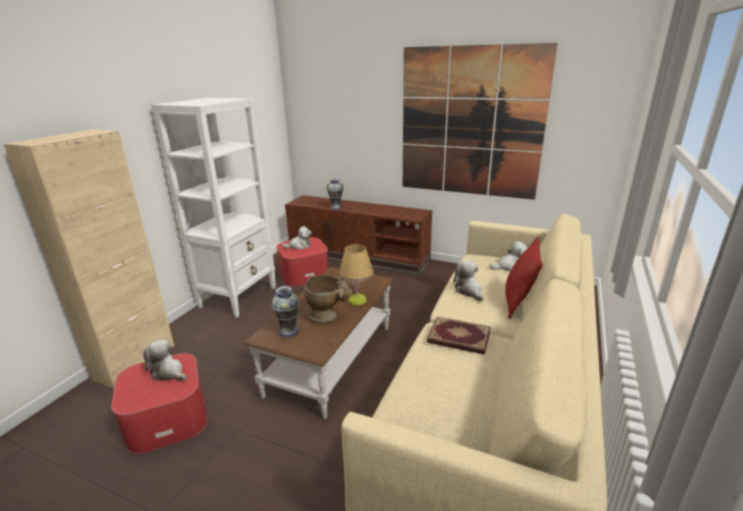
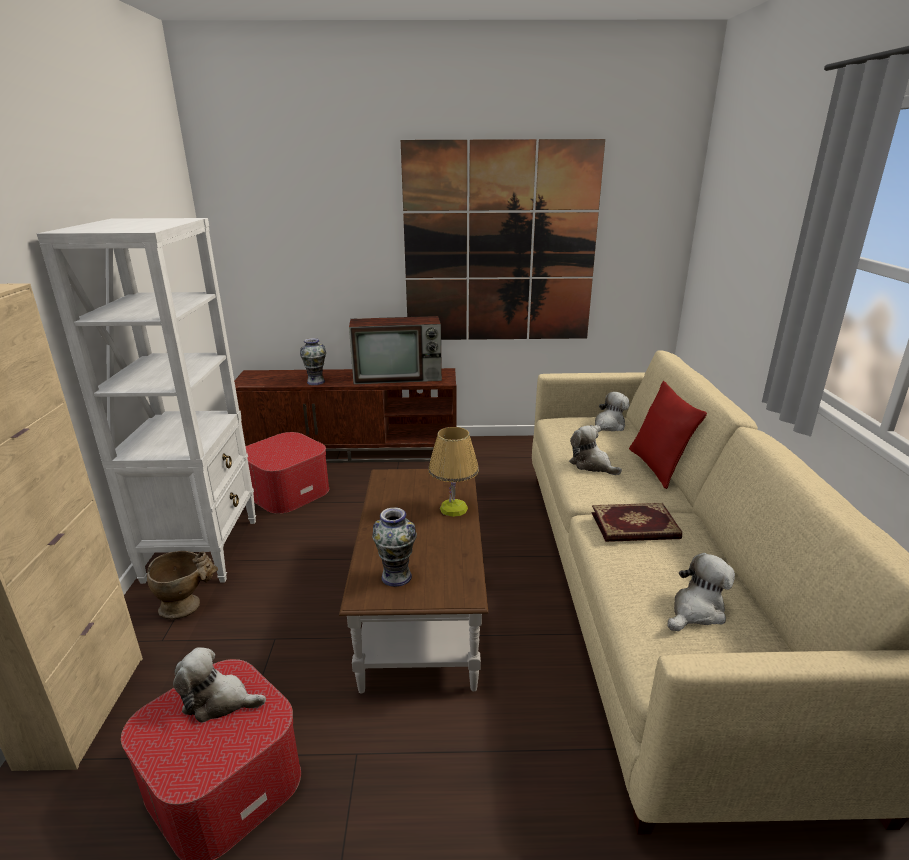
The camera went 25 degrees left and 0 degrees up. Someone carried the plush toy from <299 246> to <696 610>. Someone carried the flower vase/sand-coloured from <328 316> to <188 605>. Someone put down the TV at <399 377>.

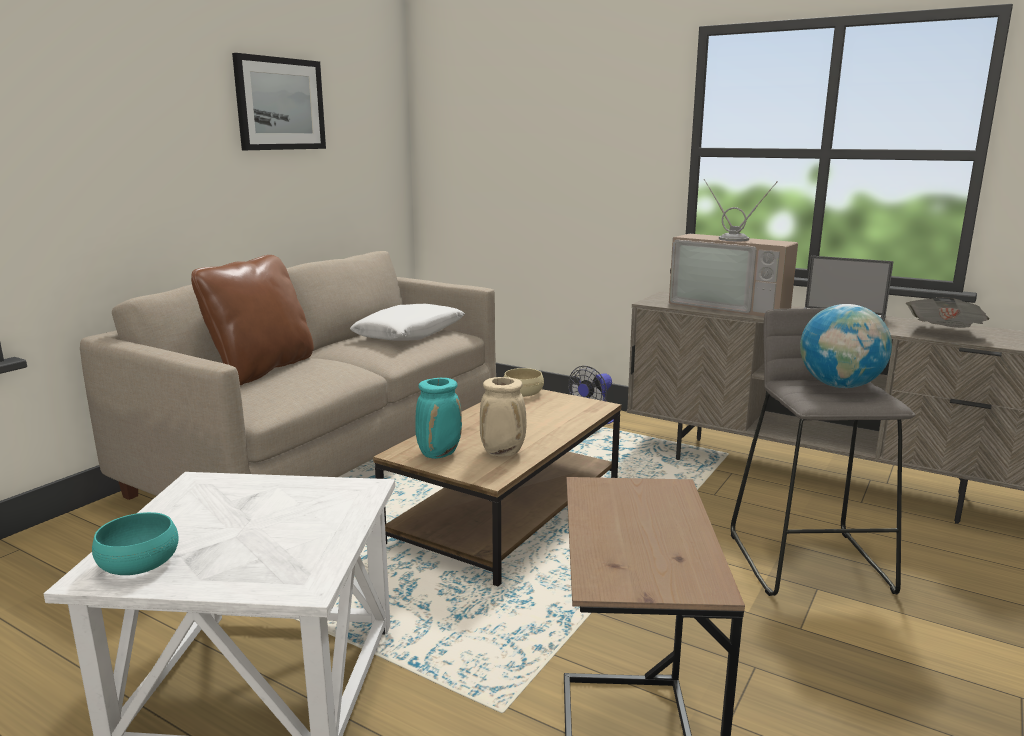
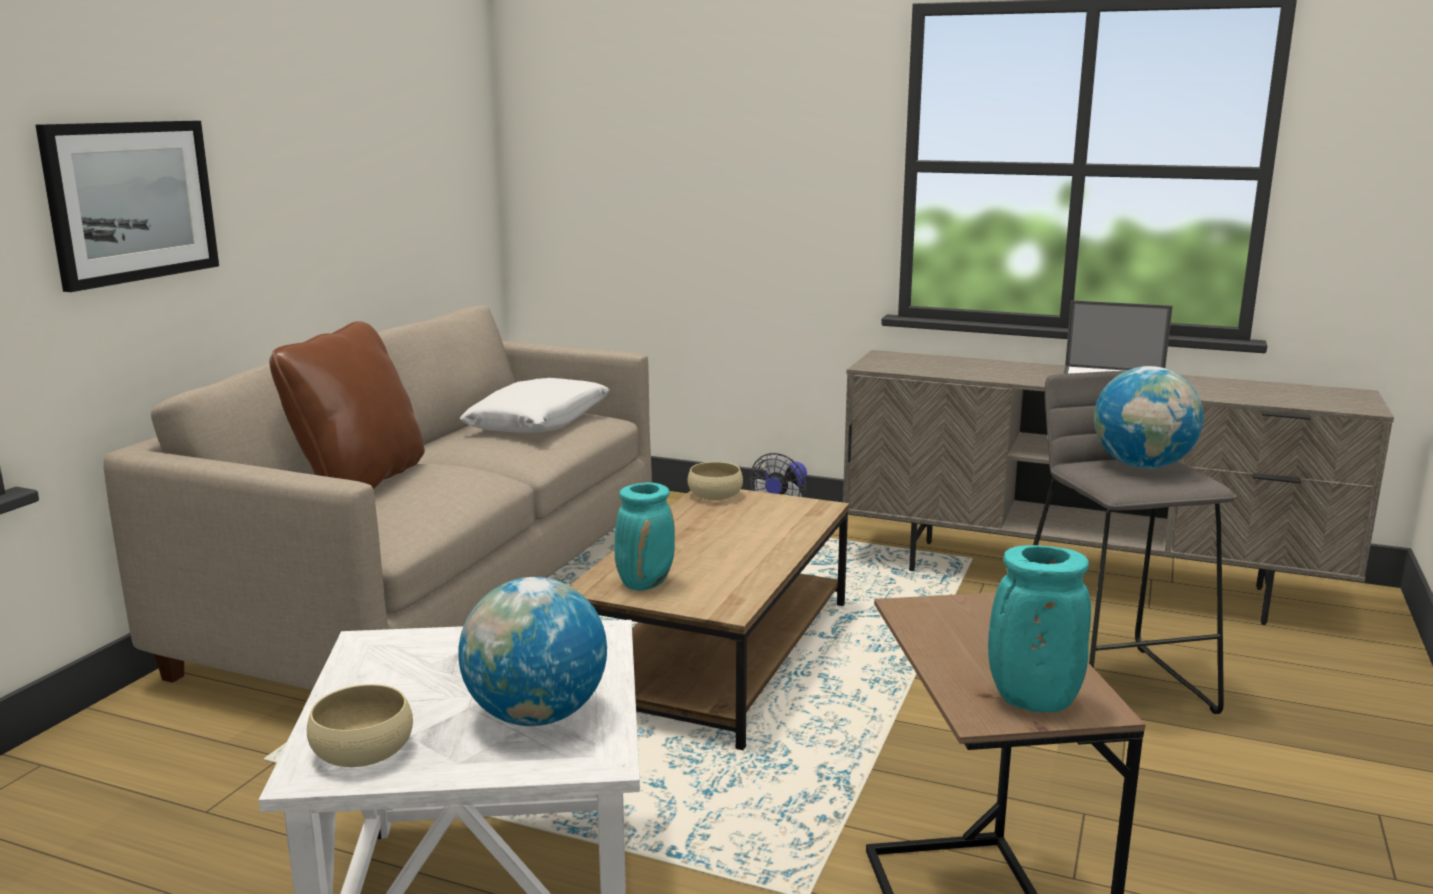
The camera went 10 degrees left and 0 degrees up. Someone carried the wall picture from <280 104> to <131 201>. Someone took away the TV at <732 306>. Someone took away the daily paper at <944 333>. Someone took away the flower vase/sand-coloured at <504 453>. Someone repainted the serving bowl/turquoise-coloured at <139 563>, which became the serving bowl/sand-coloured at <363 751>. Someone put down the flower vase/turquoise-coloured at <1031 702>. Someone put down the desk globe at <536 715>.

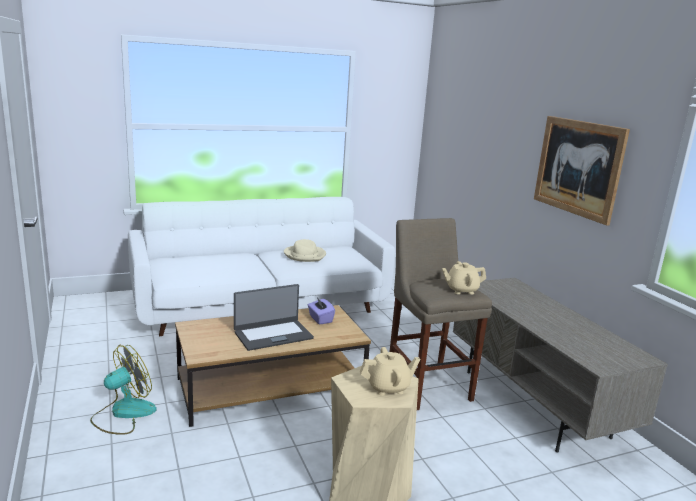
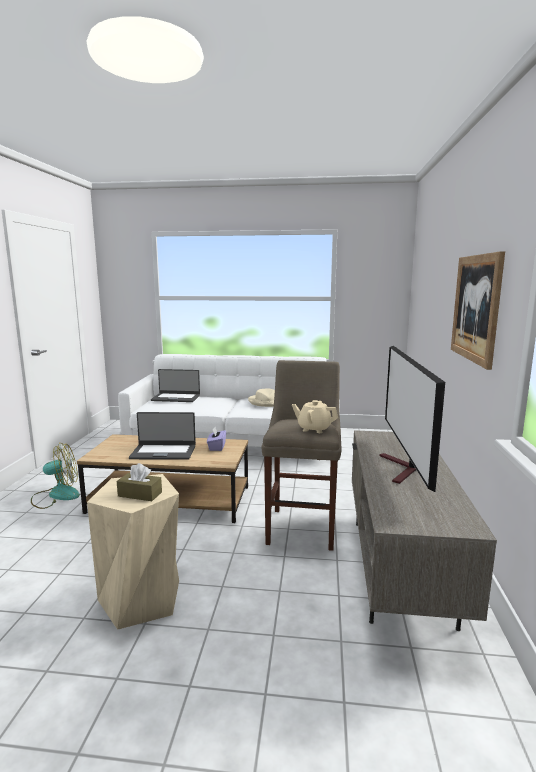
The camera went 30 degrees right and 5 degrees down. Someone swapped the tea pot/sand-coloured at <388 387> for the tissue holder/brown-coloured at <140 494>. Someone put down the TV at <403 469>. Someone put down the laptop at <176 398>.

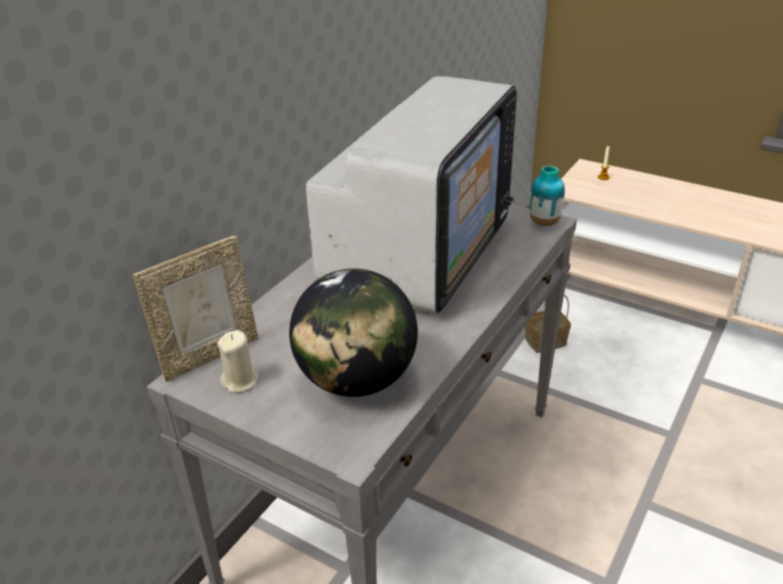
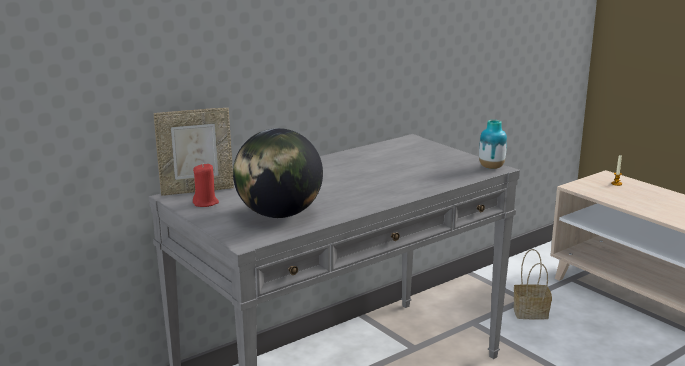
The camera went 20 degrees right and 15 degrees down. Someone took away the TV at <418 256>. Someone repainted the wax light/sand-coloured at <240 381>, which became the wax light/reddish at <205 203>.

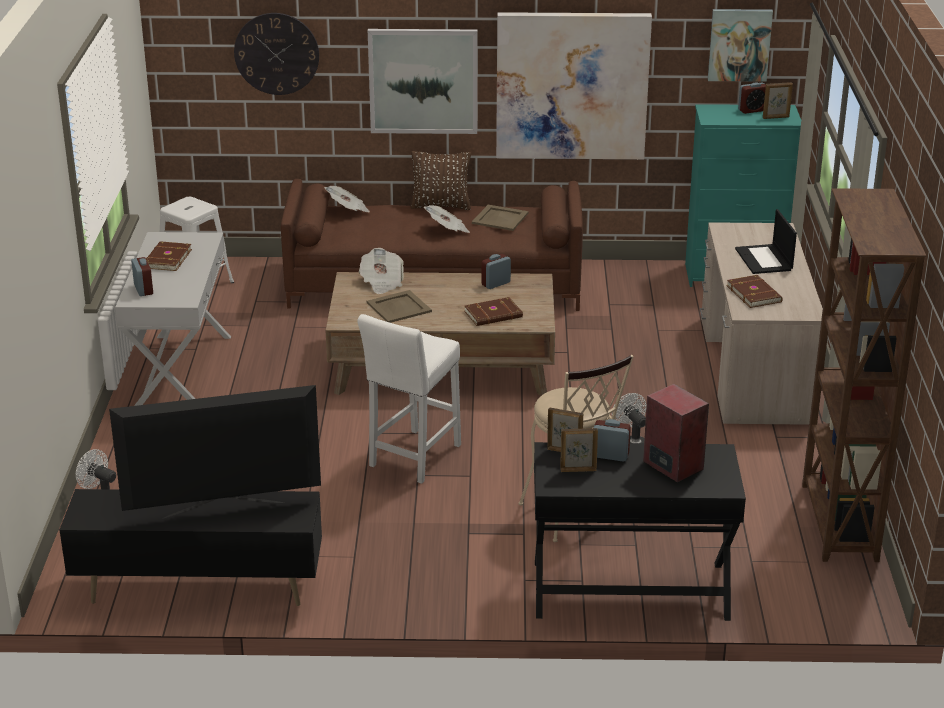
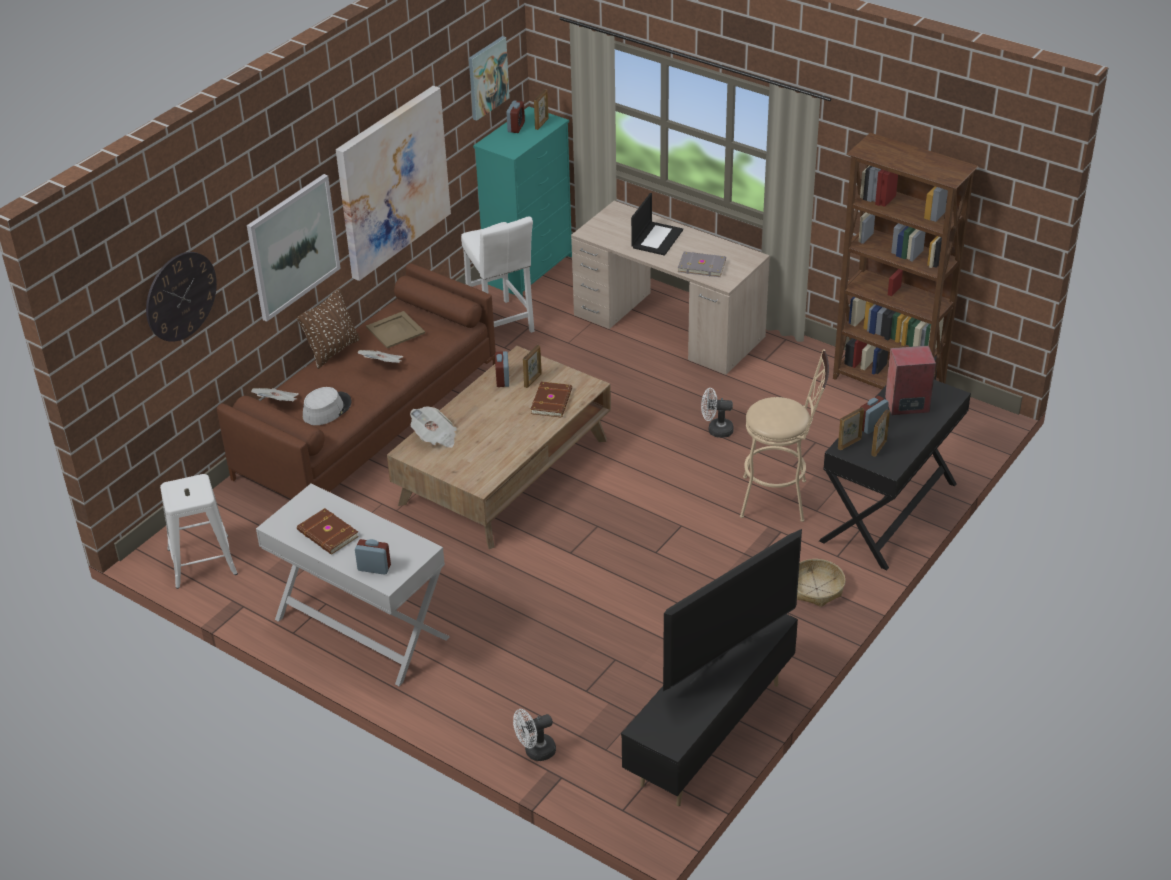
The camera went 55 degrees left and 10 degrees up. Someone rotated the laptop at <764 260> by 90 degrees counterclockwise. Someone repainted the book/brown-coloured at <754 293>, which became the book/greyish at <701 266>. Someone took away the serving tray/sand-coloured at <399 307>. Someone carried the stool seat/white-coloured from <413 458> to <501 324>. Someone rotated the TV at <223 511> by 150 degrees counterclockwise. Someone put down the picture frame at <533 380>. Someone put down the wearable hat/greyish at <326 409>. Someone put down the basket at <816 589>.

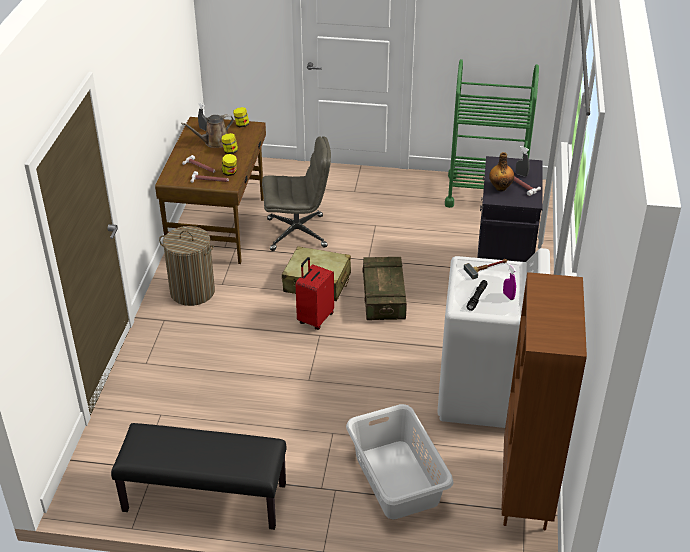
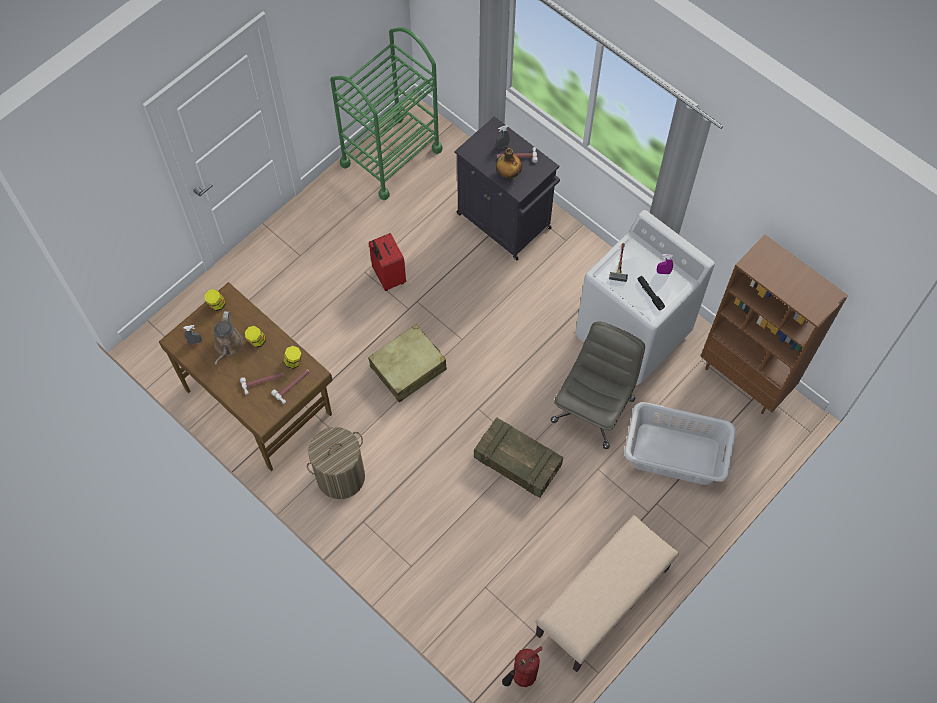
The camera went 55 degrees left and 25 degrees up. Someone carried the desk chair/greyish from <298 233> to <593 409>. Someone carried the suitcase/reddish from <315 318> to <388 277>. Someone carried the shipping crate from <383 298> to <517 463>. Someone repainted the bench/black-coloured at <204 498>, which became the bench/sand-coloured at <603 603>. Someone put down the fire extinguisher at <521 678>.

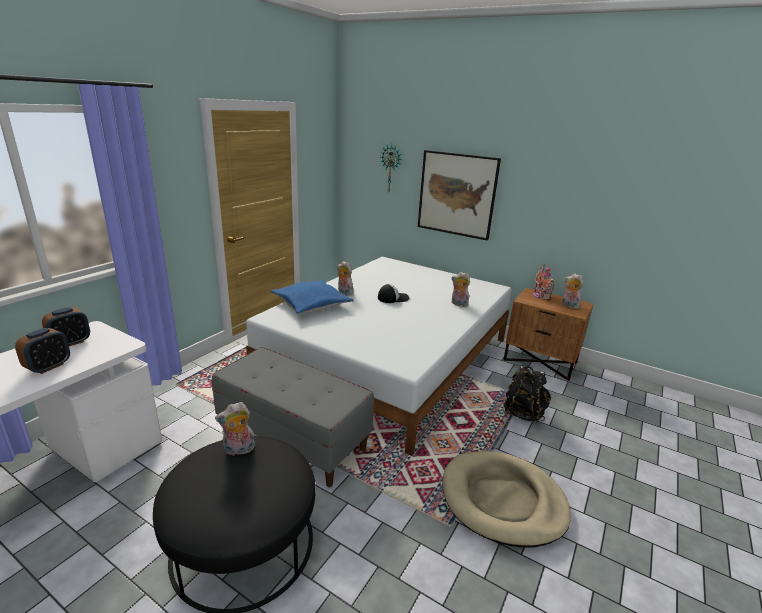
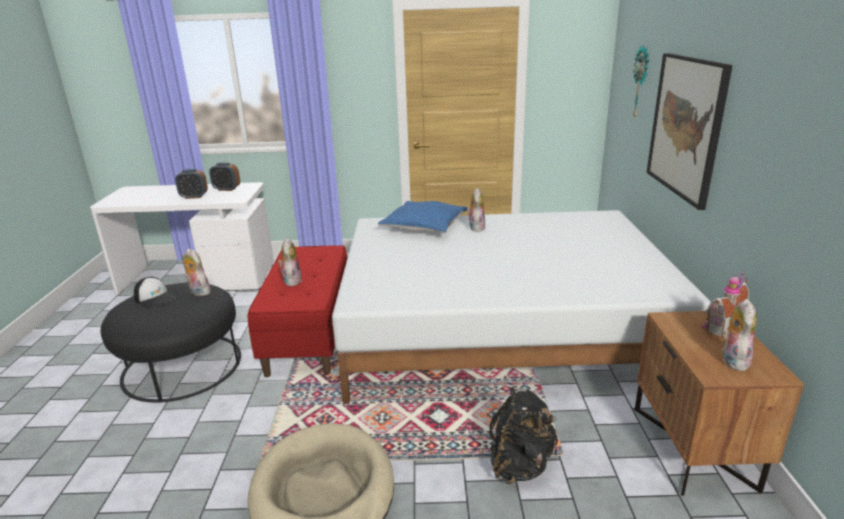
The camera went 60 degrees right and 0 degrees up. Someone carried the plush toy from <458 304> to <291 281>. Someone carried the cap from <393 298> to <155 298>. Someone repainted the bench/greyish at <294 439>, which became the bench/reddish at <310 335>.

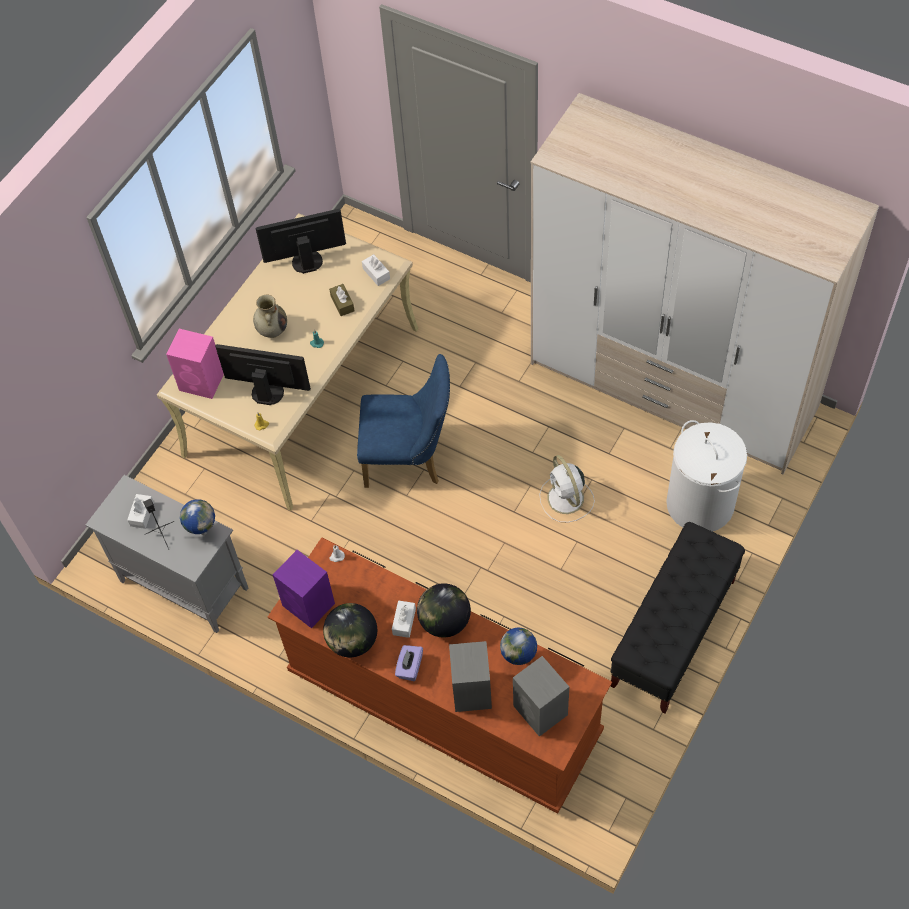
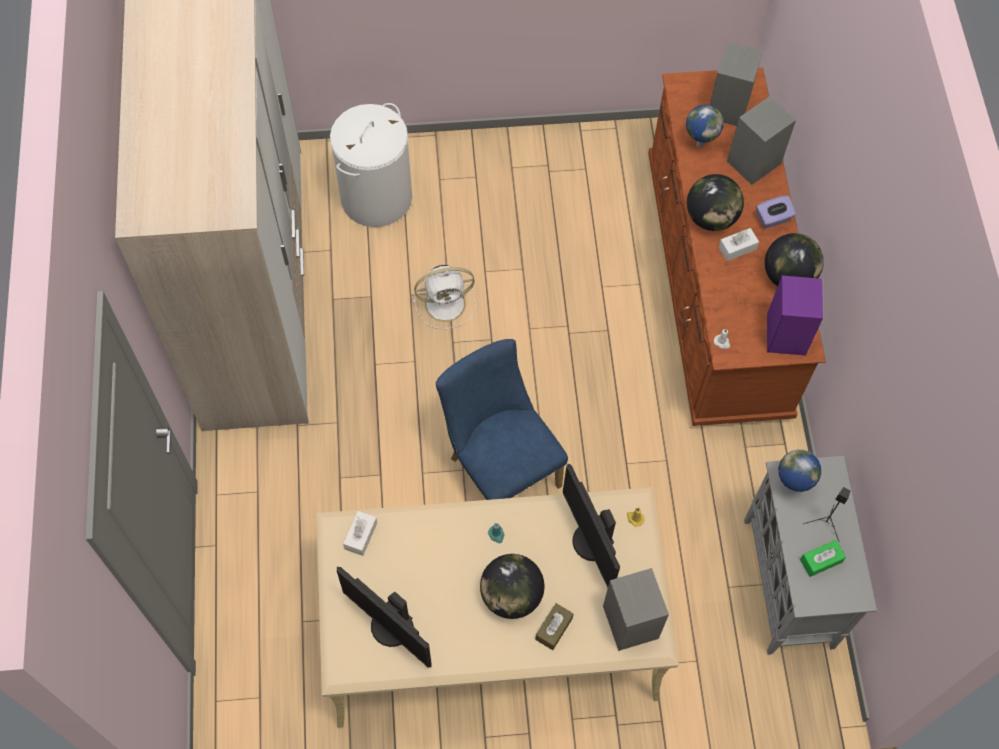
The camera went 130 degrees left and 5 degrees up. Someone carried the tissue holder/brown-coloured from <342 303> to <554 629>. Someone swapped the flower vase/sand-coloured at <272 330> for the desk globe at <511 595>. Someone repainted the audio speaker/pink at <202 382>, which became the audio speaker/greyish at <630 620>. Someone rotated the electric fan/white-coloured at <566 499> by 45 degrees clockwise. Someone repainted the tissue holder/white-coloured at <142 514>, which became the tissue holder/green-coloured at <821 561>. Someone took away the bench/black-coloured at <673 633>.

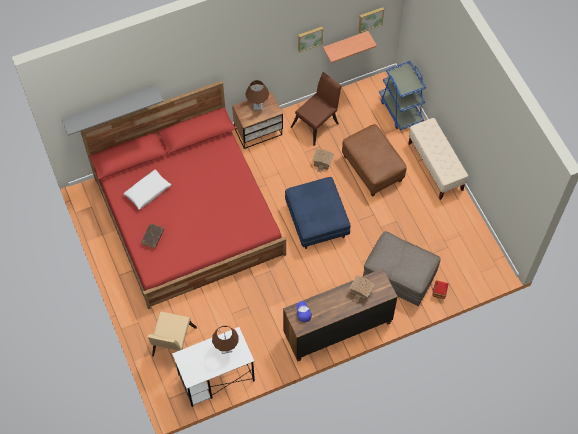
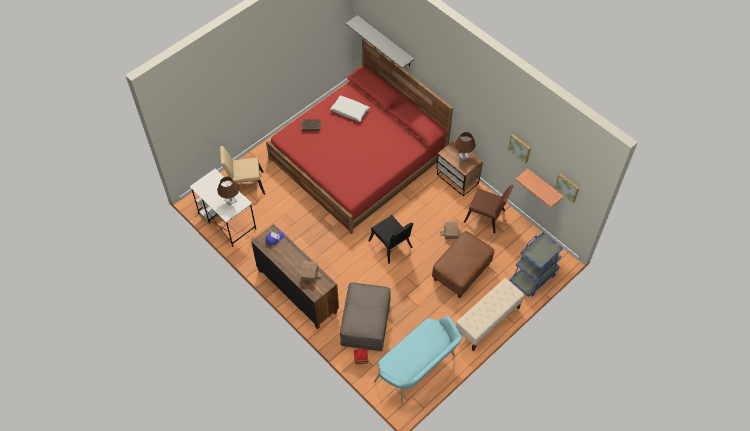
The camera went 70 degrees right and 5 degrees down. Someone swapped the pouffe/blue-coloured at <317 221> for the upright chair/black-coloured at <391 246>. Someone put down the bench/turquoise-coloured at <418 370>.

